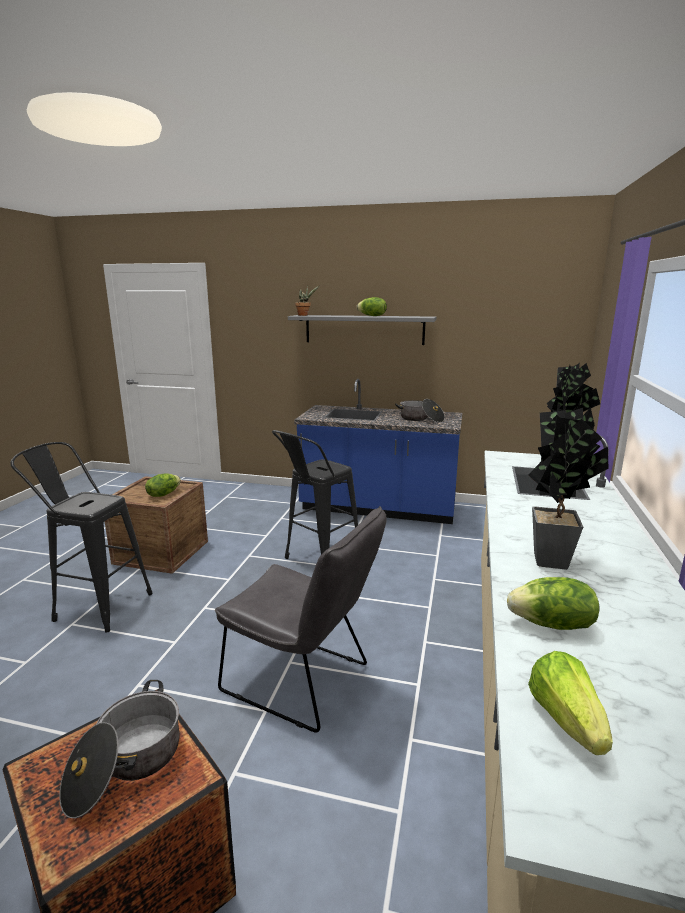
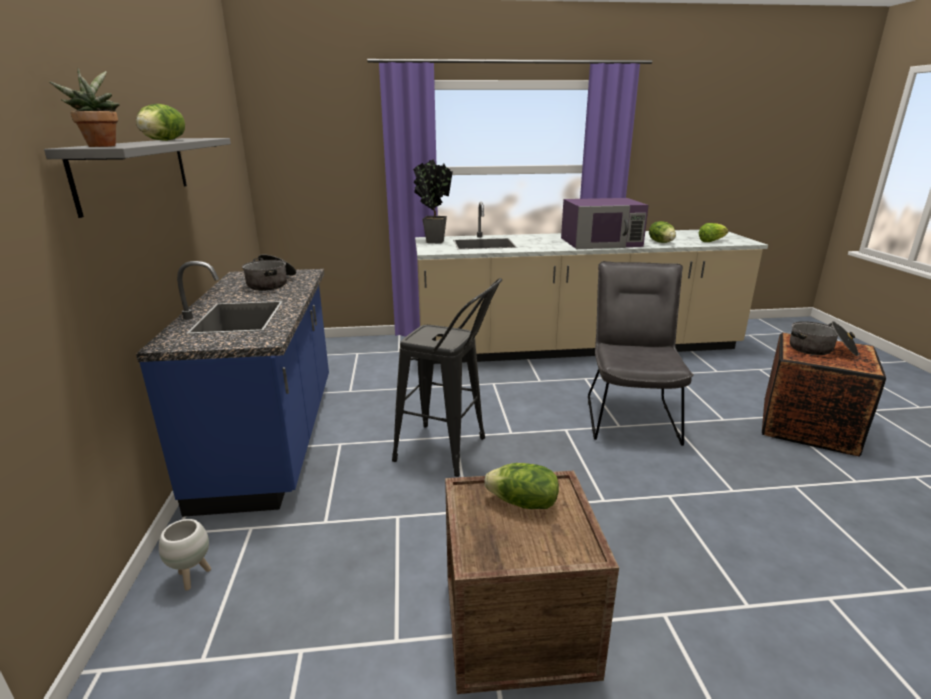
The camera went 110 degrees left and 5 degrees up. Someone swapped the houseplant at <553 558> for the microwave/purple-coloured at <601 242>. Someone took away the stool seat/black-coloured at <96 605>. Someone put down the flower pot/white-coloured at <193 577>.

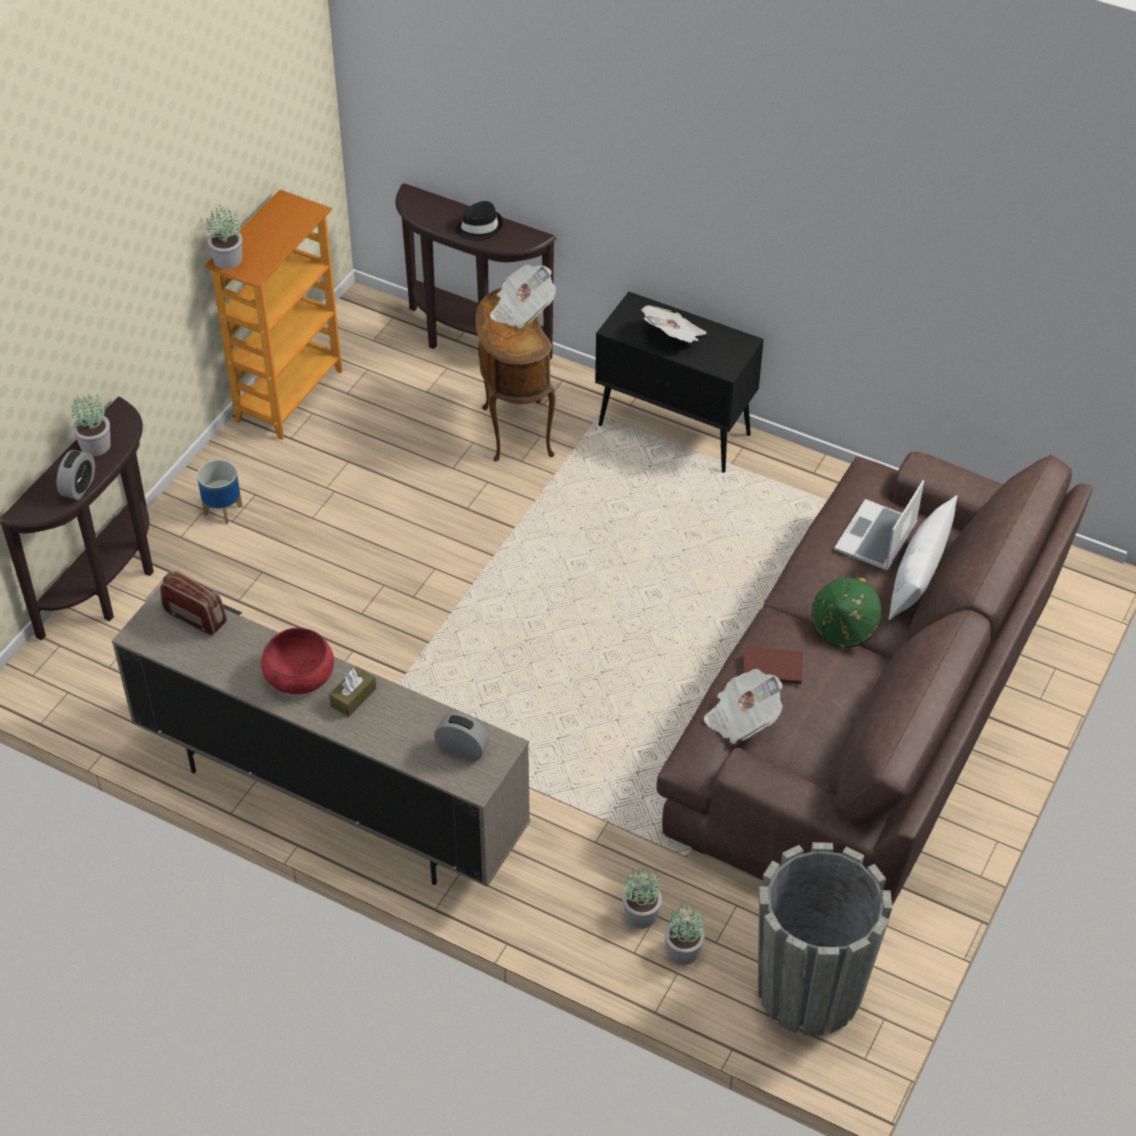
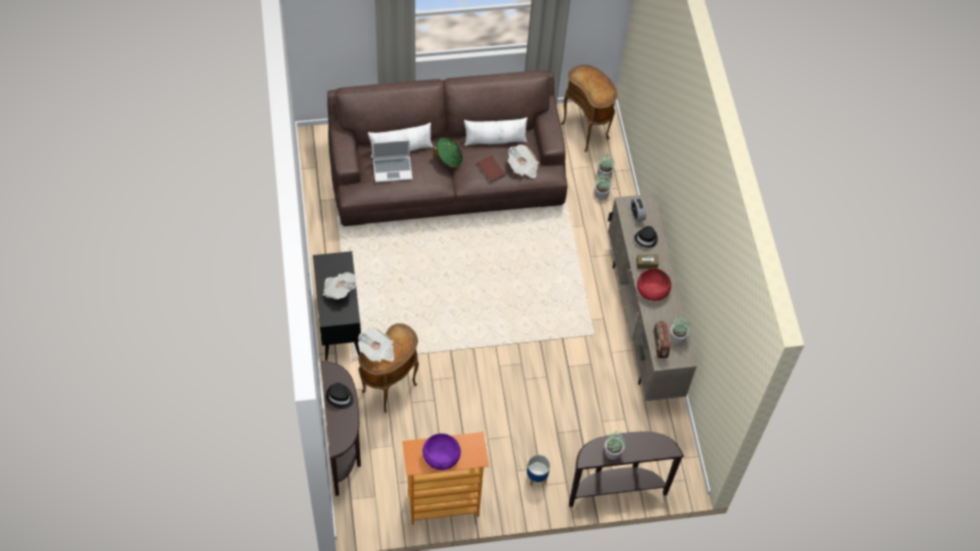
The camera went 130 degrees left and 10 degrees up. Someone carried the houseplant from <228 259> to <677 337>. Someone took away the table clock at <79 487>. Someone swapped the flower pot/greyish at <809 989> for the end table/brown-coloured at <586 131>. Someone put down the cushion/white-coloured at <495 140>. Someone put down the wearable hat/black-coloured at <646 238>. Someone put down the serving bowl/purple-coloured at <441 456>.

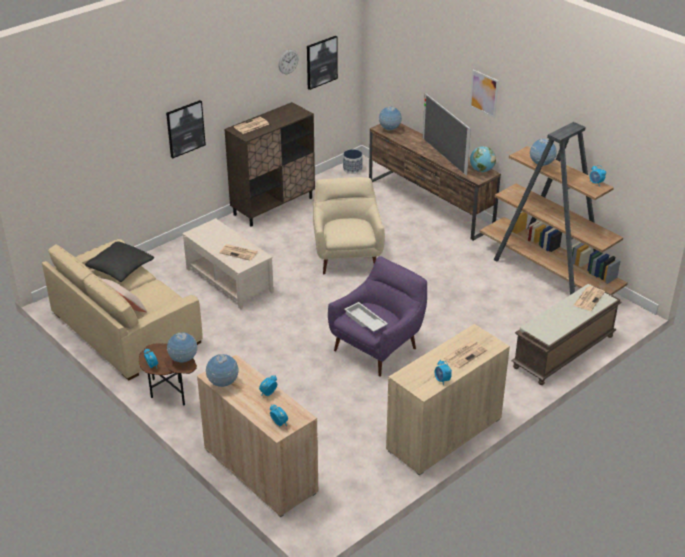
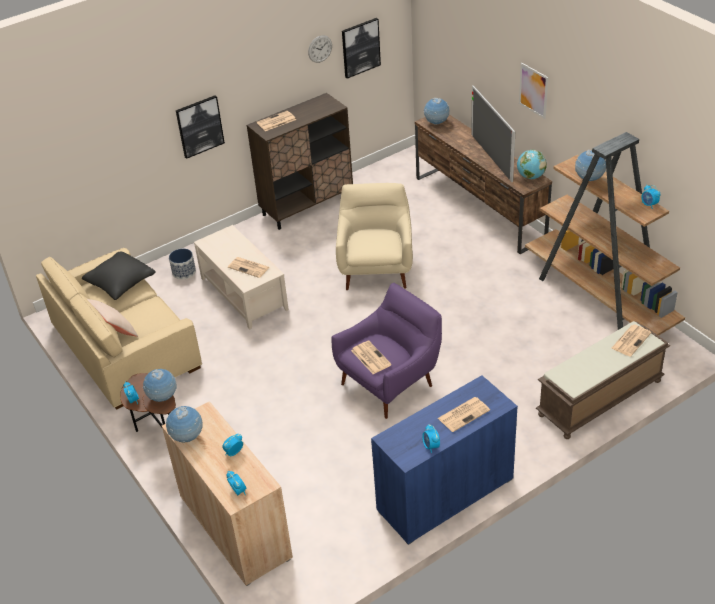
The camera went 10 degrees right and 5 degrees up. Someone carried the flower pot from <352 169> to <184 272>. Someone swapped the serving tray/white-coloured at <365 321> for the daily paper at <370 357>. Someone repainted the cabinet/sand-coloured at <444 434>, which became the cabinet/blue-coloured at <445 495>.

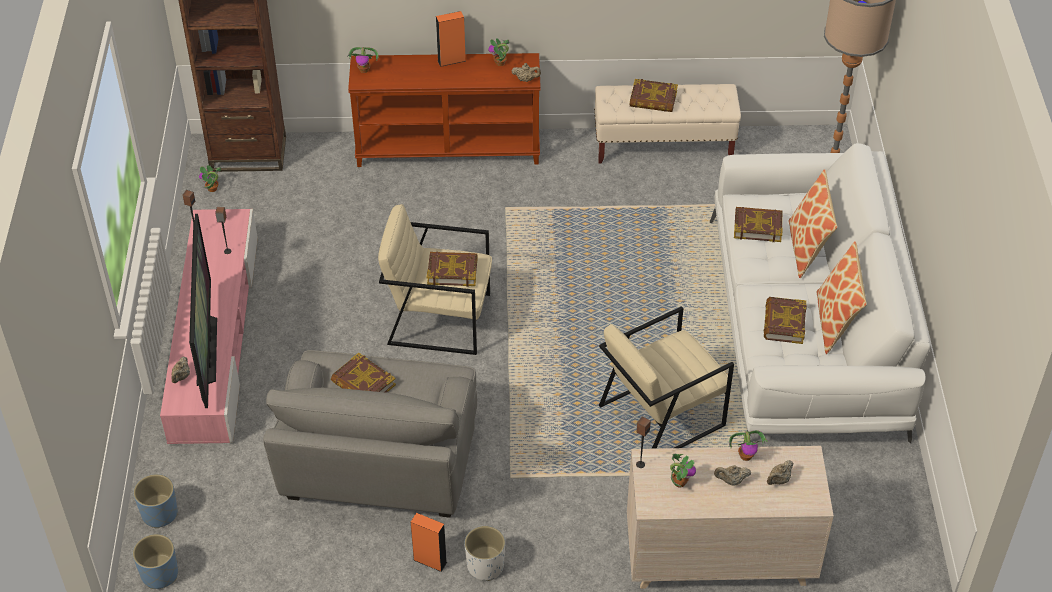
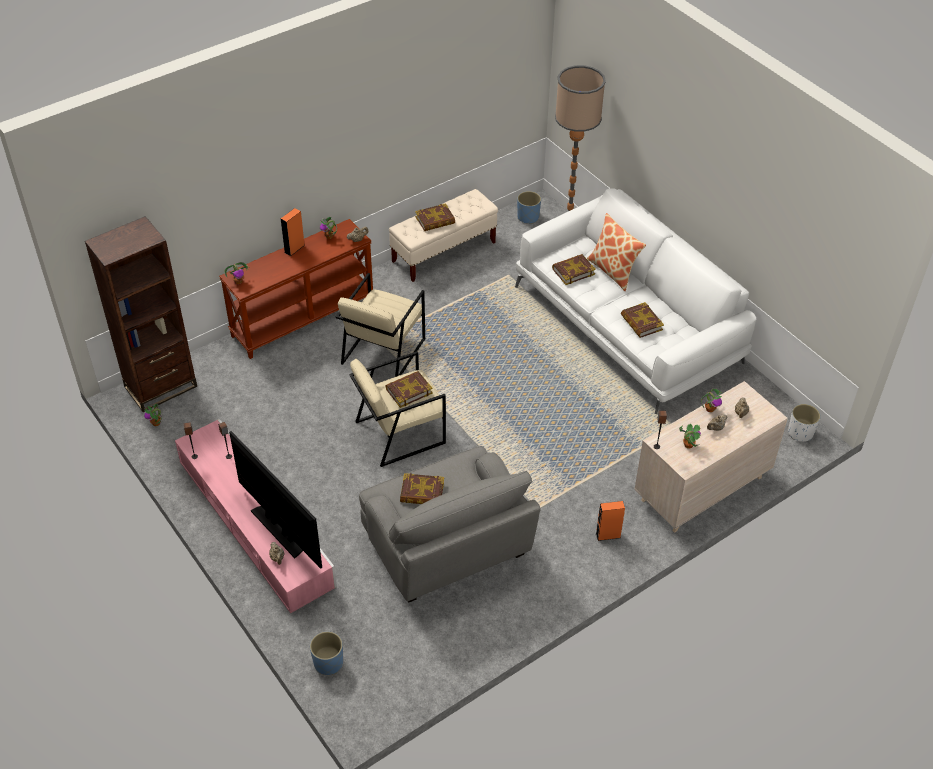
The camera went 35 degrees left and 0 degrees up. Someone took away the cushion at <835 322>. Someone carried the armchair/sand-coloured from <661 415> to <383 351>. Someone carried the audio speaker/orange from <430 561> to <608 535>. Someone carried the flower pot/white-coloured from <485 566> to <800 433>. Someone carried the flower pot/blue-coloured from <159 574> to <528 217>.

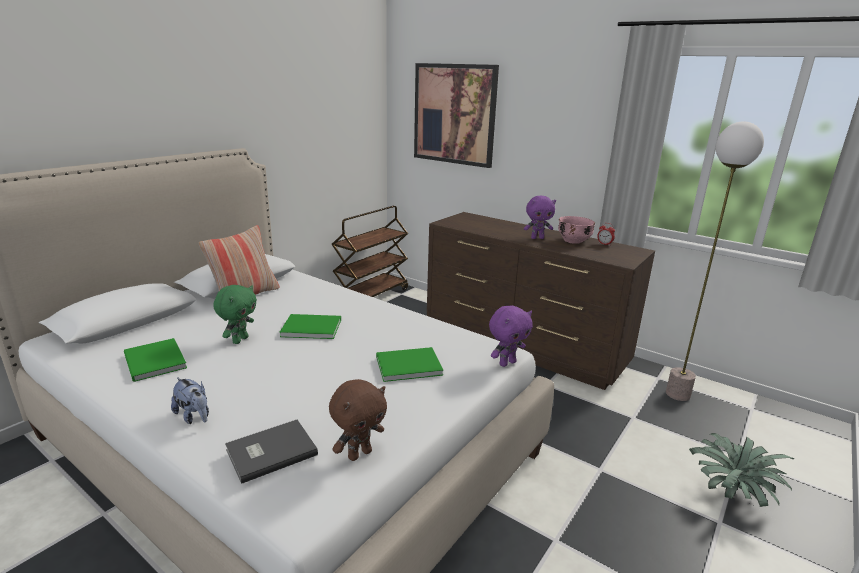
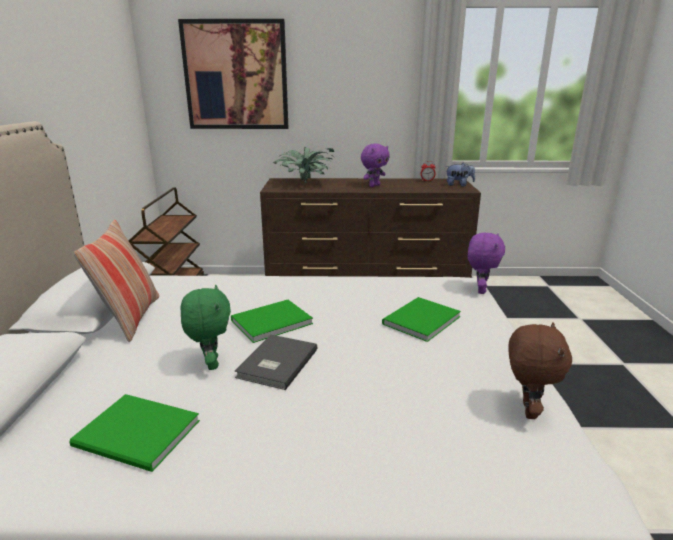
The camera went 35 degrees left and 0 degrees up. Someone took away the floor lamp at <678 394>. Someone took away the serving bowl/pink at <573 241>. Someone carried the plush toy from <194 416> to <459 185>. Someone carried the book/greyish from <269 451> to <275 363>. Someone carried the houseplant from <733 493> to <306 184>.

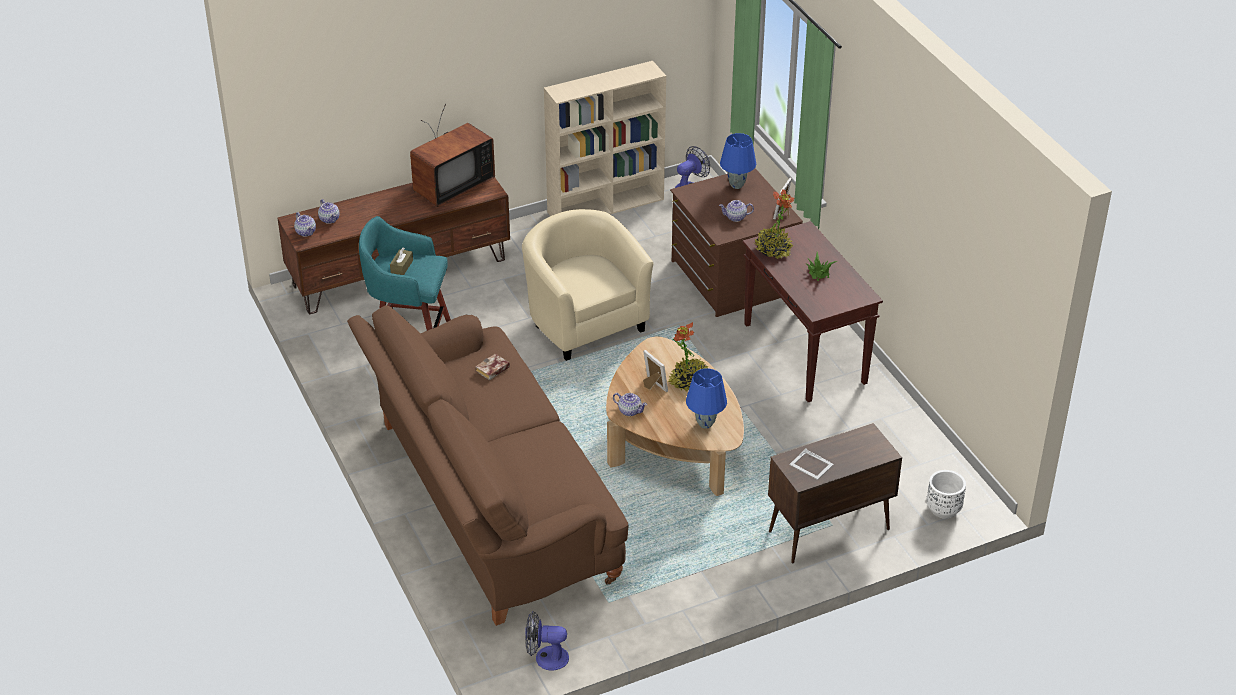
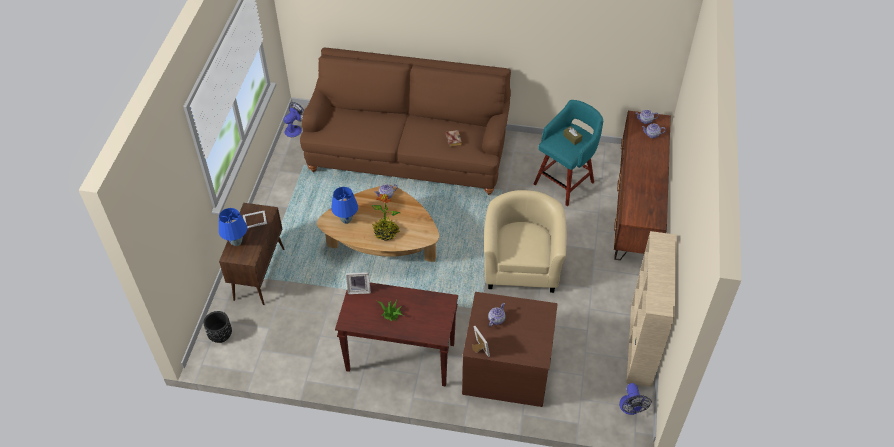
The camera went 125 degrees right and 10 degrees up. Someone took away the TV at <450 186>. Someone carried the table lamp/blue-coloured from <737 185> to <236 242>. Someone took away the houseplant at <773 250>. Someone rotated the armchair/sand-coloured at <584 322> by 90 degrees counterclockwise. Someone carried the picture frame from <653 386> to <359 289>. Someone repainted the flower pot/white-coloured at <943 509>, which became the flower pot/black-coloured at <220 335>.

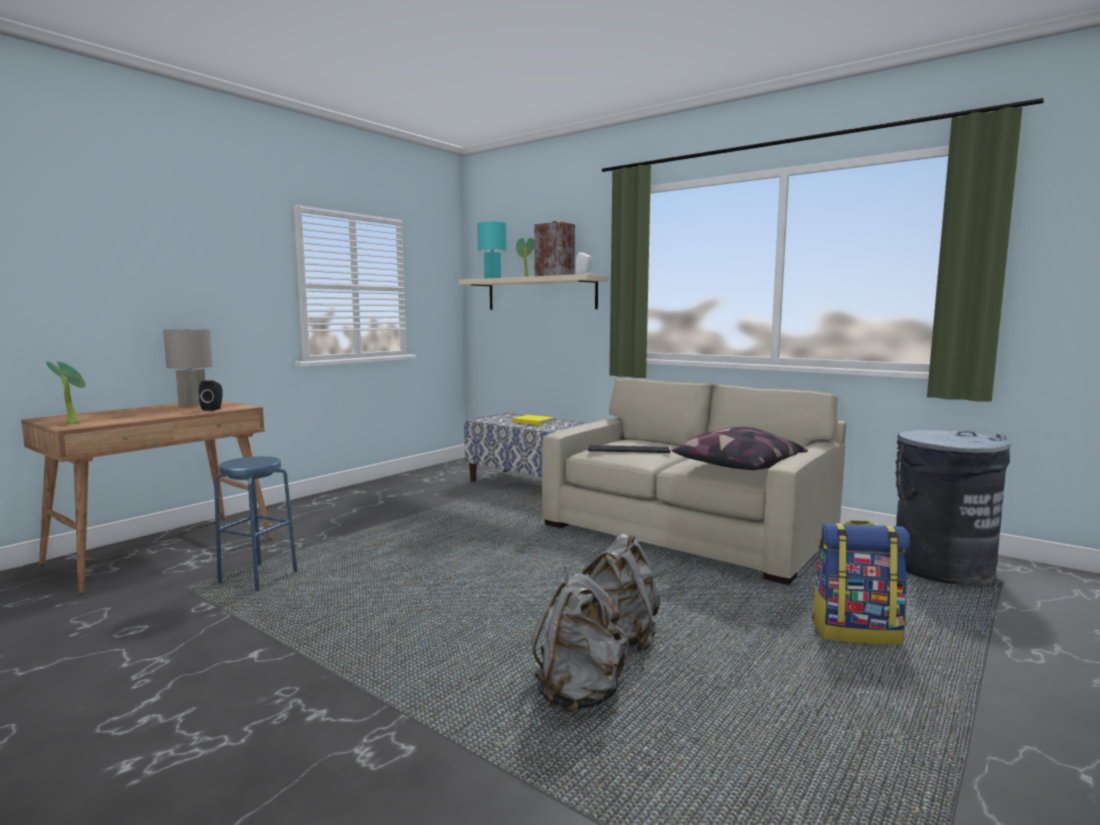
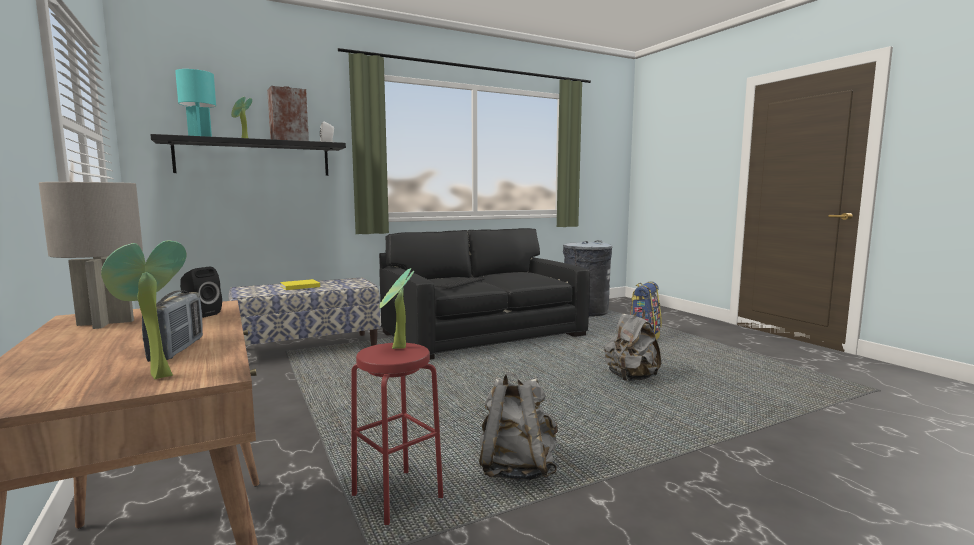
The camera went 65 degrees left and 0 degrees up. Someone repainted the bracket shelf/sand-coloured at <540 294>, which became the bracket shelf/black-coloured at <254 158>. Someone repainted the settee/sand-coloured at <689 530>, which became the settee/black-coloured at <483 333>. Someone took away the cushion at <737 469>. Someone repainted the stool seat/blue-coloured at <258 578>, which became the stool seat/reddish at <397 497>. Someone carried the knapsack/greyish from <579 694> to <516 469>. Someone put down the houseplant at <397 348>. Someone put down the radio at <177 349>.

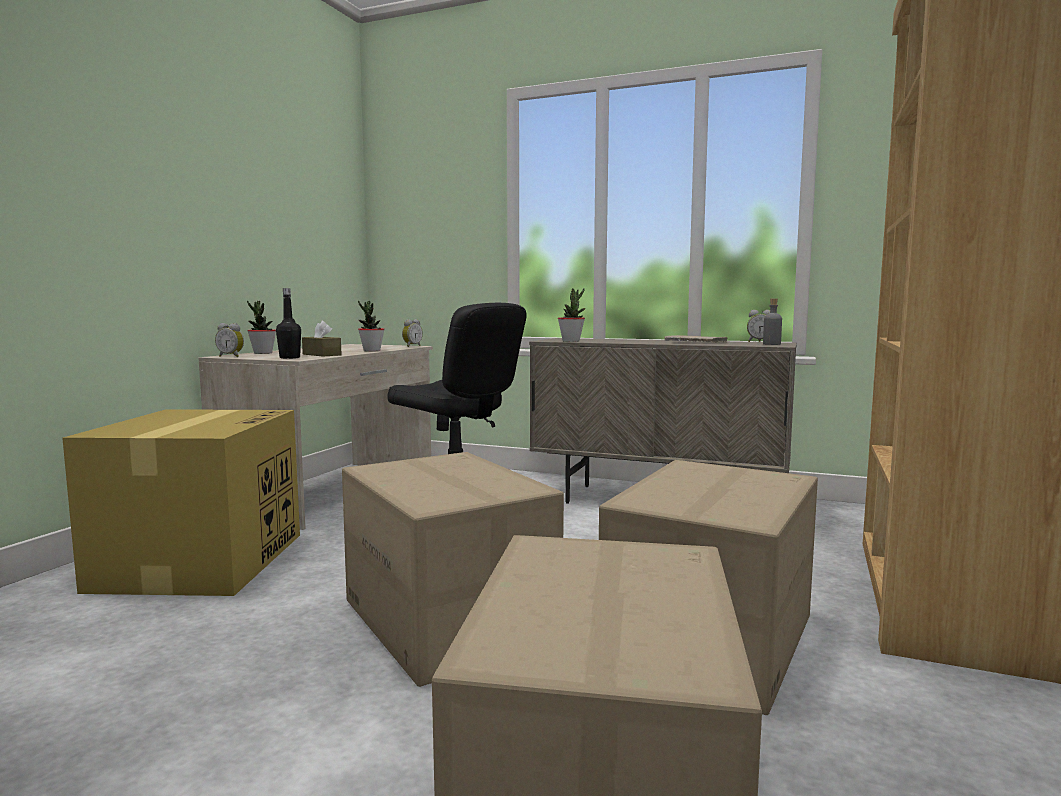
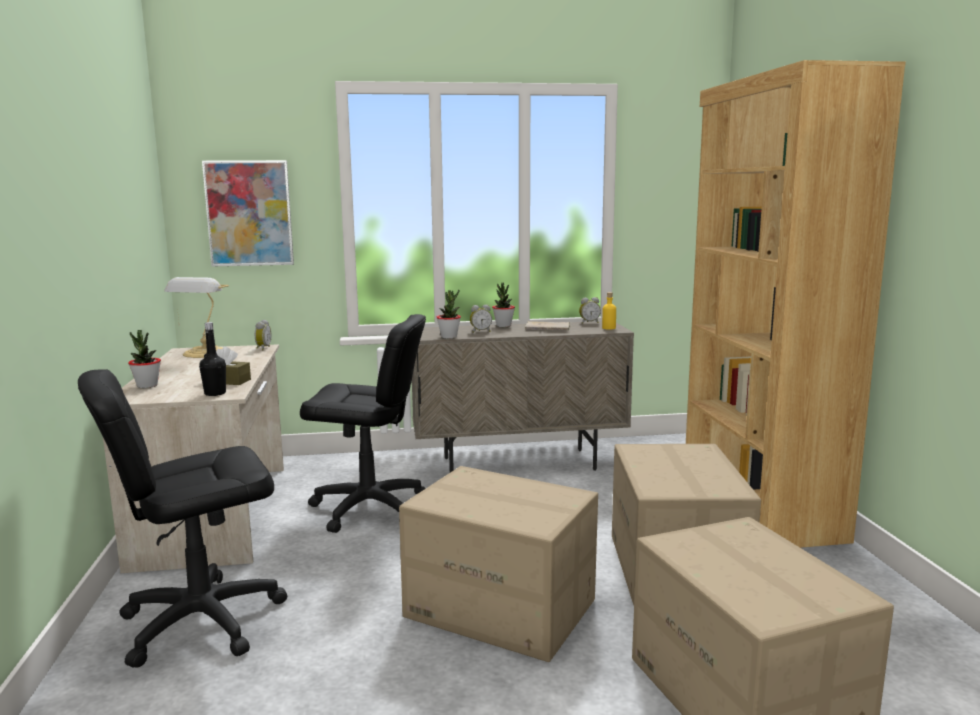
The camera went 30 degrees left and 5 degrees up. Someone repainted the bottle/greyish at <771 344>, which became the bottle/yellowish at <608 328>. Someone carried the houseplant from <371 351> to <503 326>. Someone carried the table clock from <231 356> to <480 331>. Someone swapped the carton at <201 560> for the desk chair/black-coloured at <201 621>. Someone put up the wall picture at <249 213>. Someone put down the table lamp at <204 353>.

